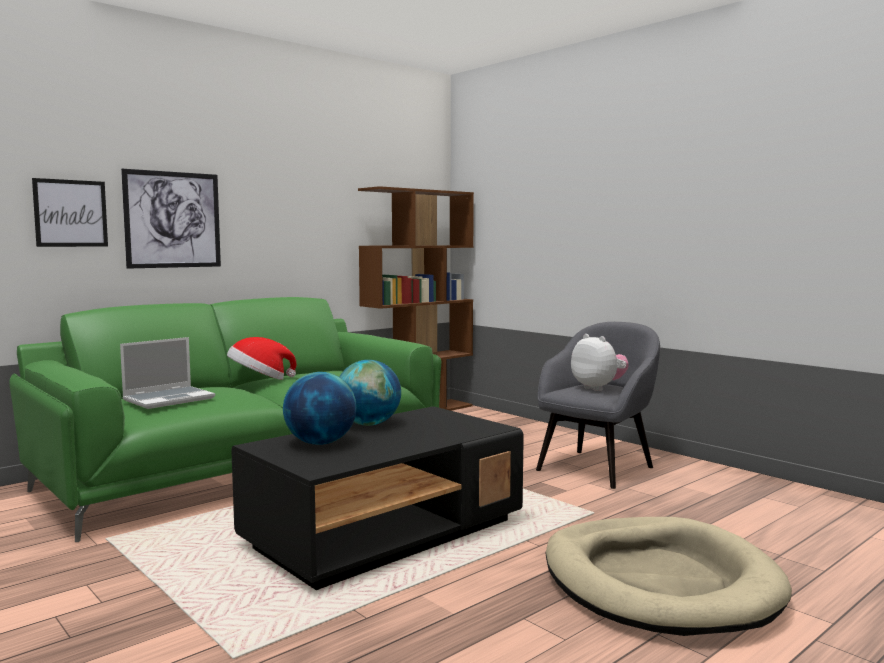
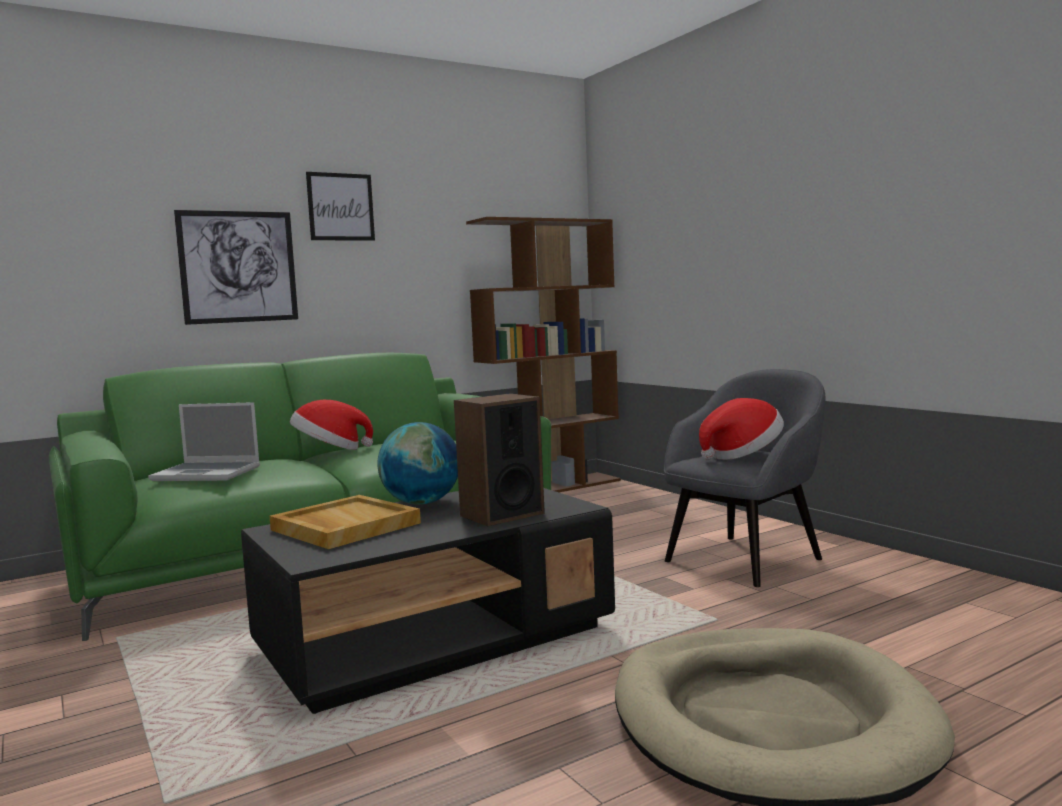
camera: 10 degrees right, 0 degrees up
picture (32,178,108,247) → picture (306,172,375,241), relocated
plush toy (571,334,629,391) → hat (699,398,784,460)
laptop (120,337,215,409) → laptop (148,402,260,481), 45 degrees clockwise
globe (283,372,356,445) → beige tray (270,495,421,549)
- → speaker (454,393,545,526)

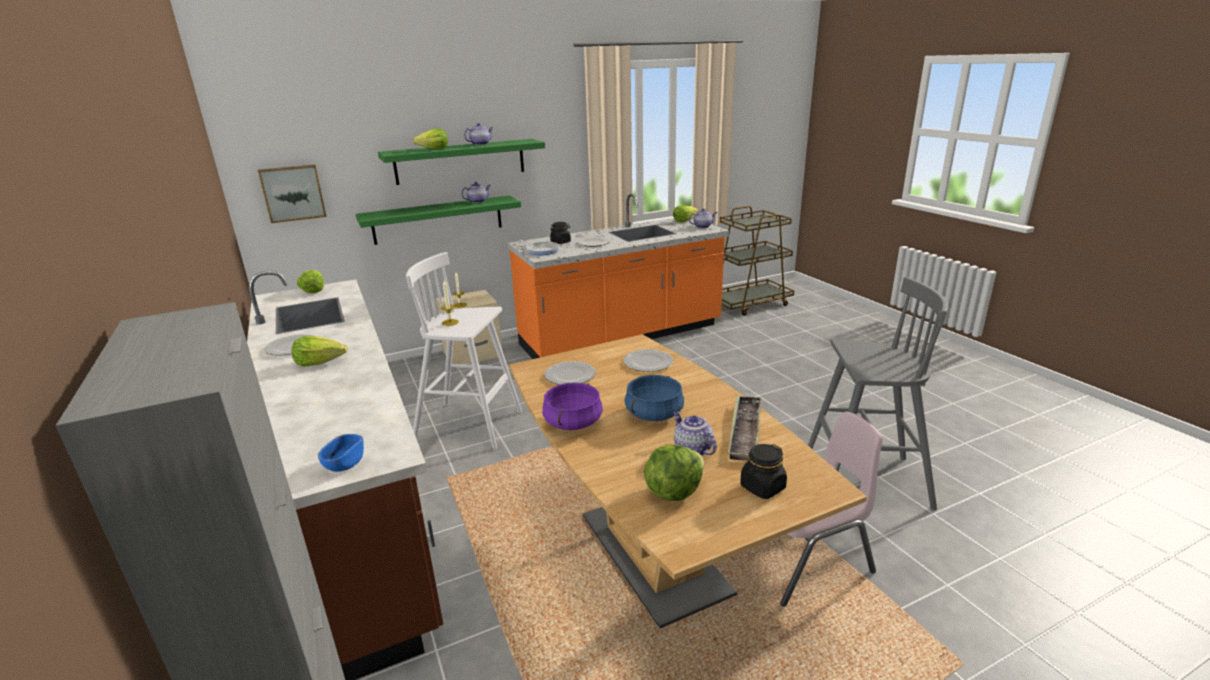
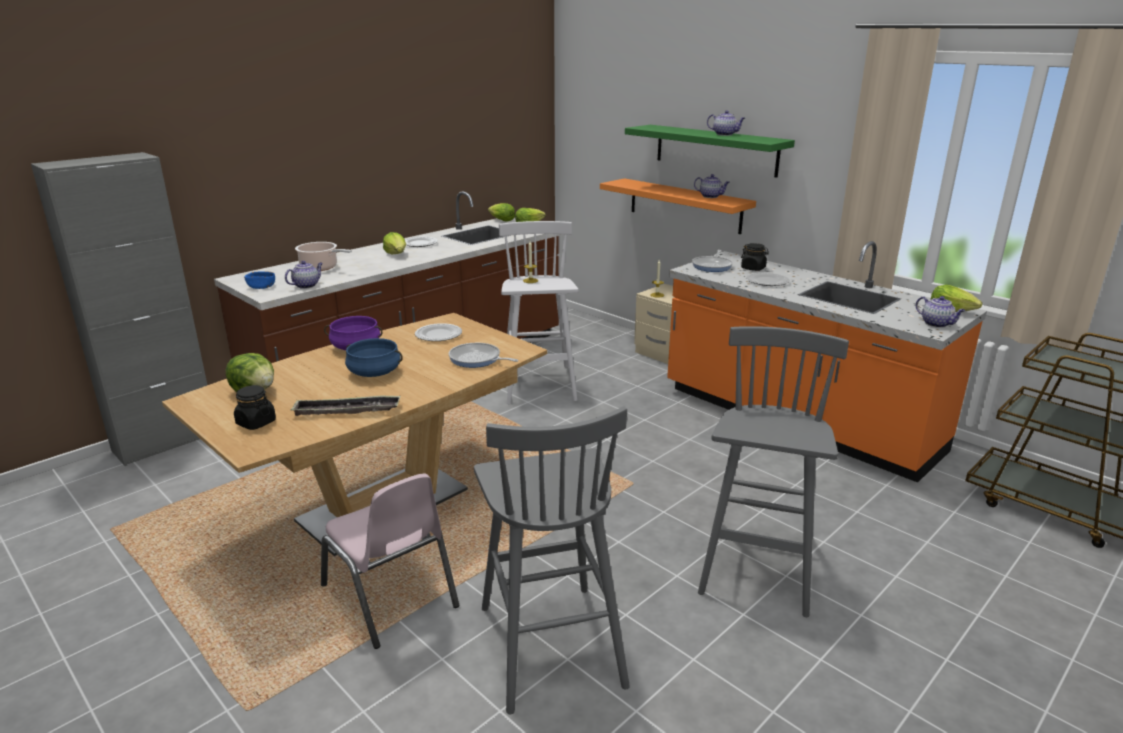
camera: 70 degrees right, 0 degrees up
lettuce (413,128,448,149) → lettuce (488,203,515,222), relocated
picture (258,165,327,223) → -
green shelf (356,196,521,245) → orange shelf (600,178,756,234)
plate (623,349,673,372) → frying pan (449,343,519,368)
teapot (673,411,717,455) → teapot (285,261,323,289), relocated
- → cooking pot (295,242,352,271)
- → grey stool (698,326,849,617)

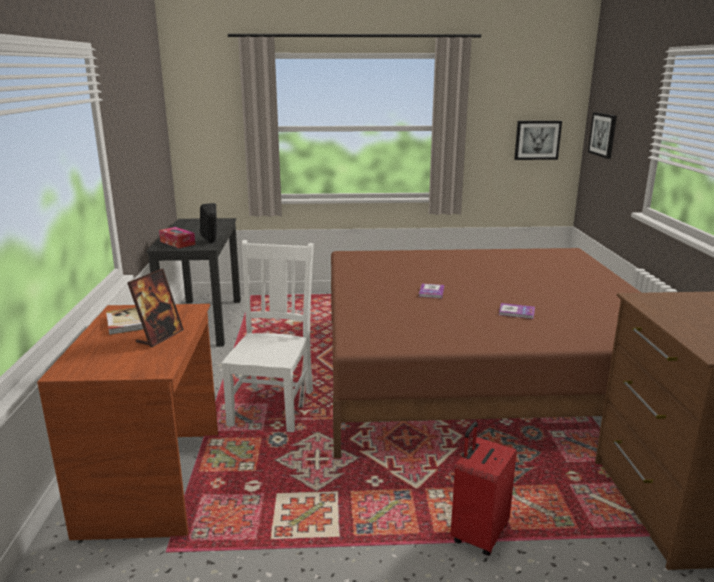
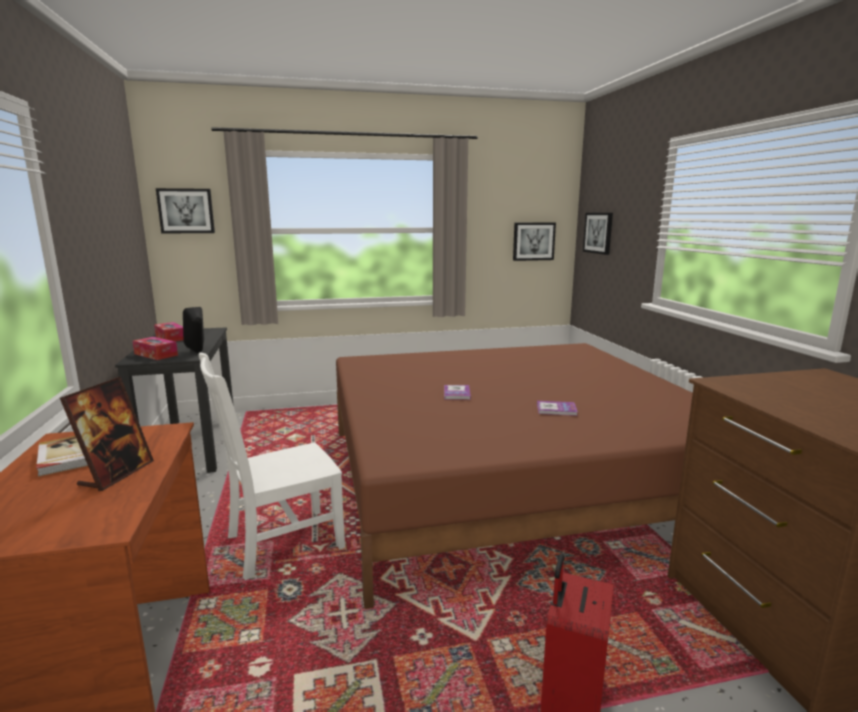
camera: 10 degrees left, 5 degrees down
white chair (221,240,314,432) → white chair (199,353,345,580), 120 degrees counterclockwise
- → picture (156,188,215,234)
- → tissue box (154,322,183,342)

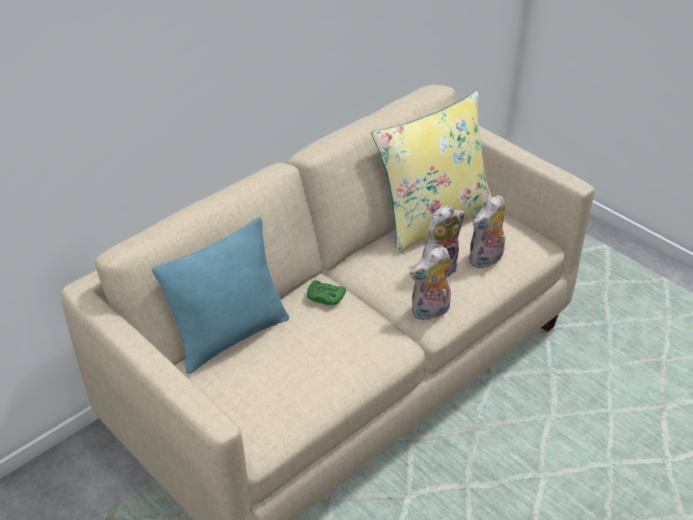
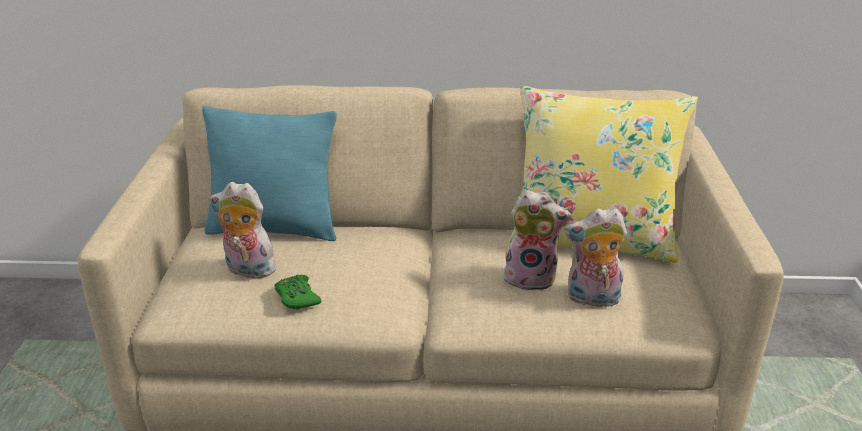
camera: 45 degrees right, 10 degrees down
plush toy (410,246,451,320) → plush toy (209,182,280,278), relocated
green game controller (307,280,346,305) → green game controller (274,275,322,310), relocated

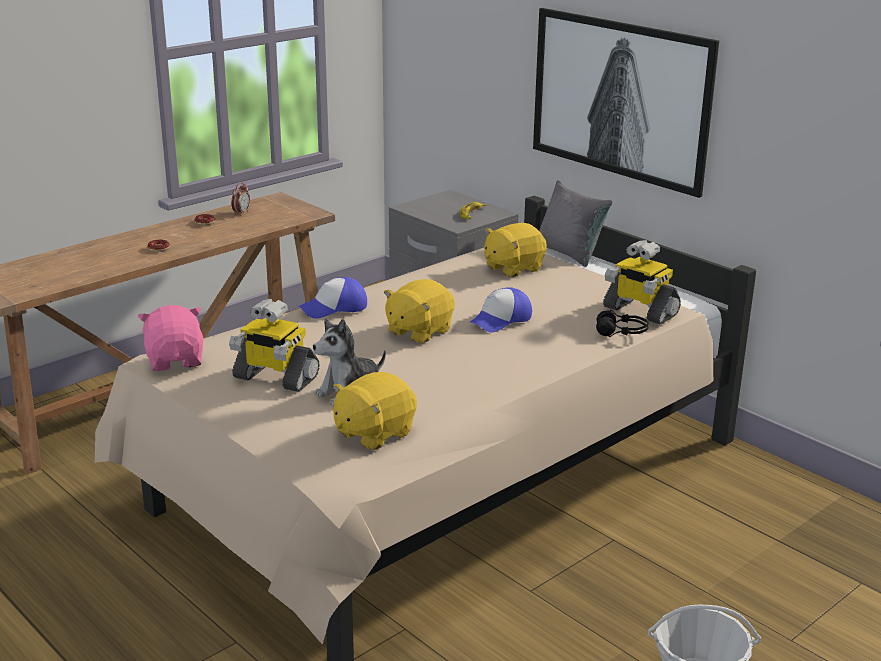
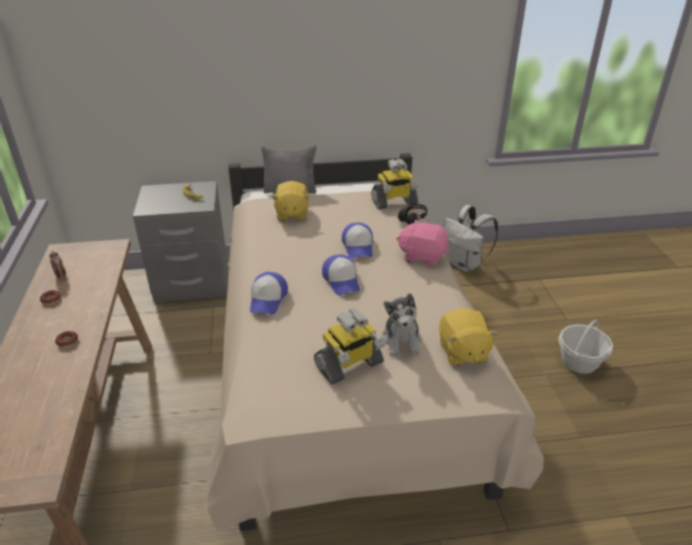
camera: 55 degrees left, 10 degrees up
picture (533,8,719,198) → -
yellow plush toy (384,279,455,344) → cap (322,254,360,295)
pink plush toy (138,305,203,371) → pink plush toy (396,219,449,266), relocated
- → white backpack (443,205,498,272)

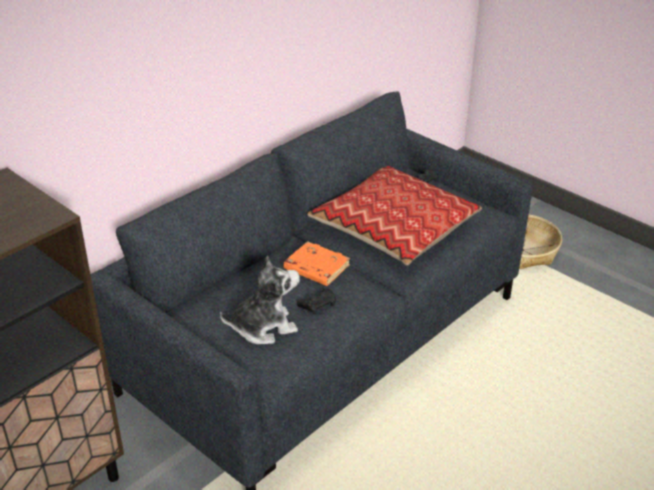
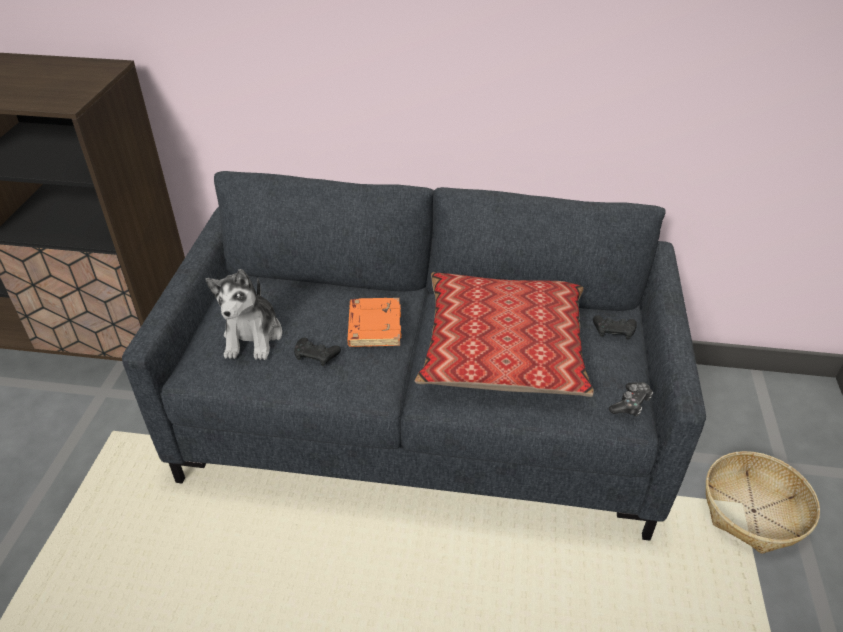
camera: 55 degrees right, 5 degrees up
plush toy (220,256,300,344) → plush toy (206,269,282,360), 60 degrees clockwise
- → game controller (609,382,653,416)

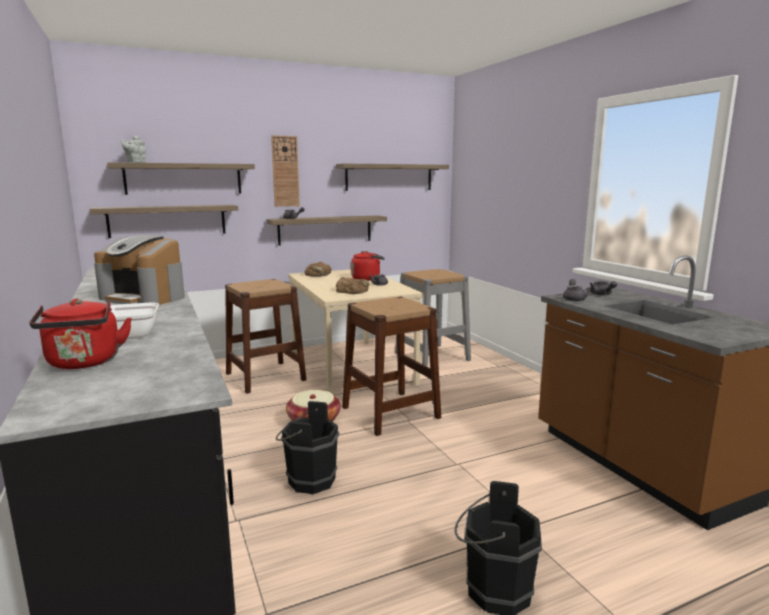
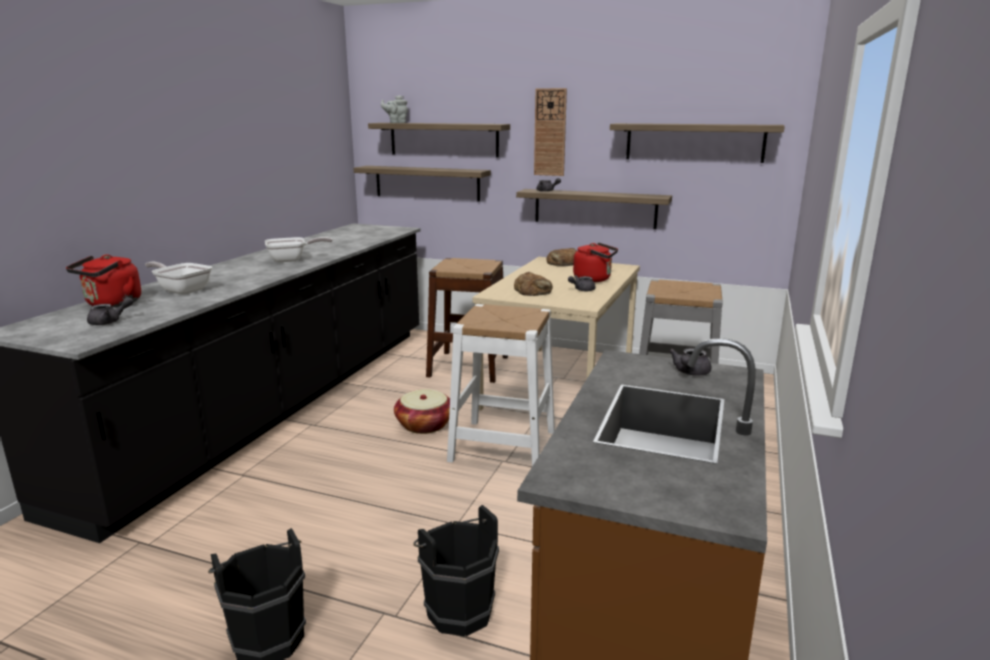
camera: 45 degrees right, 5 degrees up
coffee machine (94,235,185,305) → frying pan (265,237,332,262)
grey teapot (563,279,591,301) → grey teapot (87,297,134,325), relocated
brown stool (342,297,441,436) → white stool (447,304,555,466)
black bucket (276,401,339,494) → black bucket (414,505,499,636), relocated

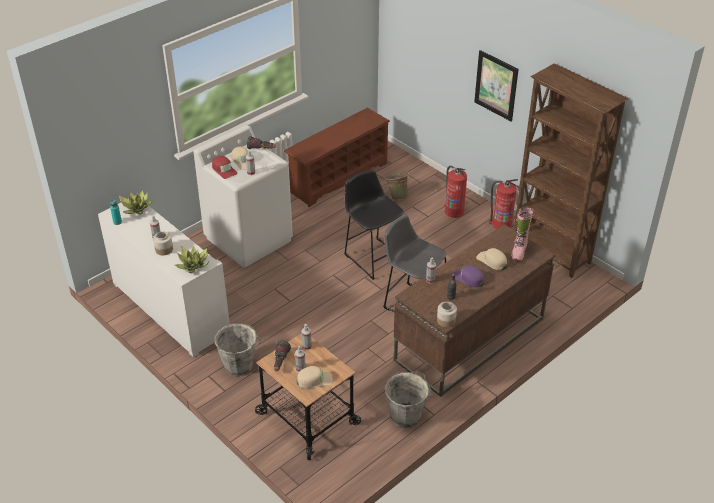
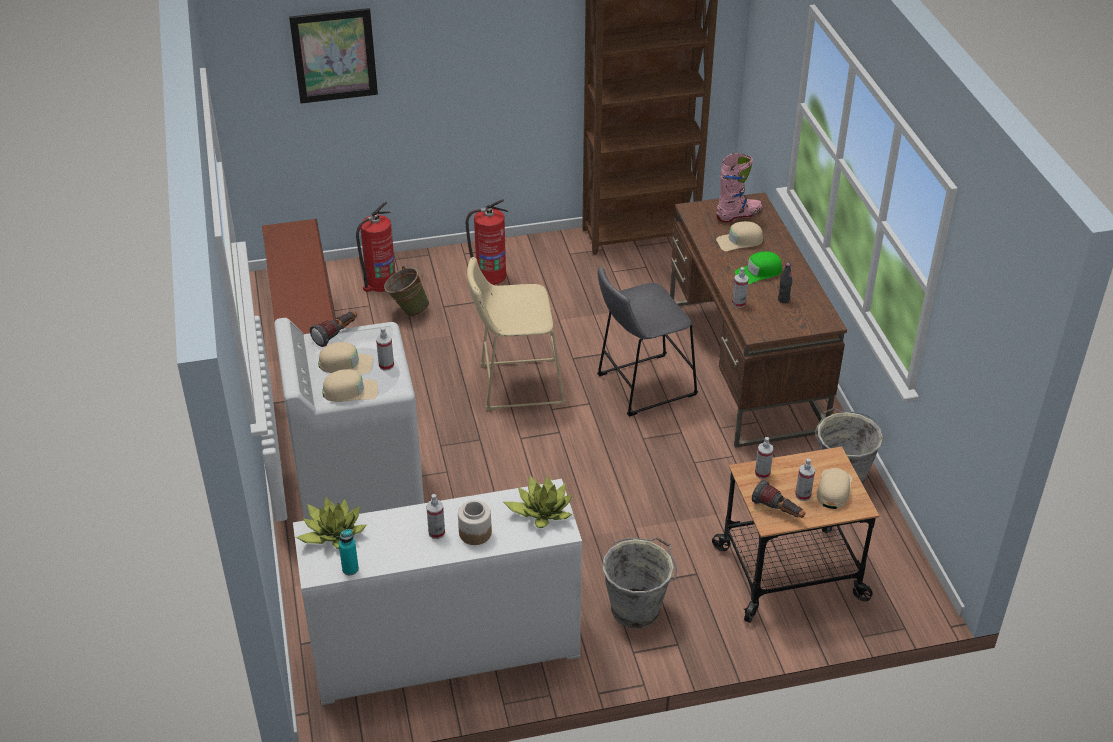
camera: 60 degrees left, 0 degrees up
picture (474,50,519,122) → picture (289,8,378,103), relocated
red cap (212,156,237,179) → beige cap (322,369,378,402)
black stool (344,169,404,280) → beige stool (467,257,566,410)
fire extinguisher (489,179,519,229) → fire extinguisher (356,201,395,292), relocated
pink boot (511,207,533,262) → pink boot (717,153,762,222), 75 degrees counterclockwise
purple cap (453,265,484,287) → green cap (735,251,782,284)
jar (437,302,457,327) → -

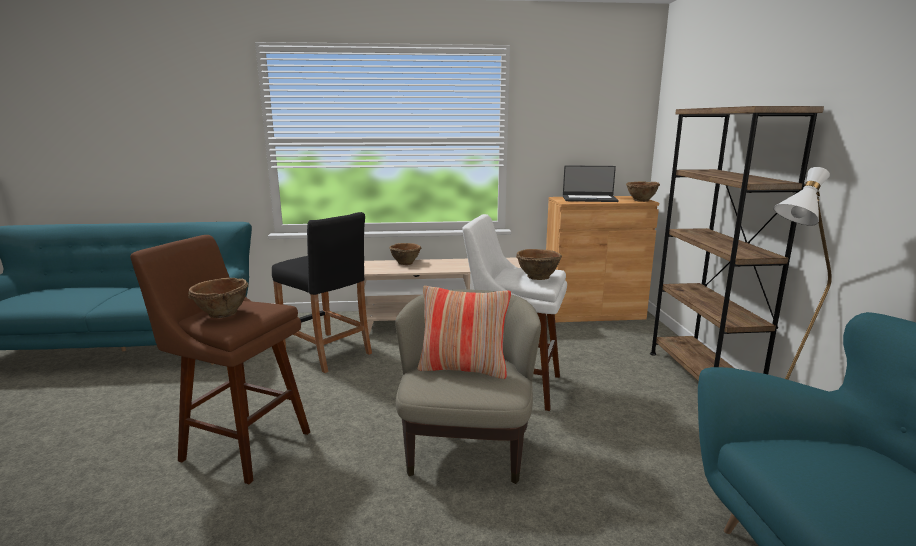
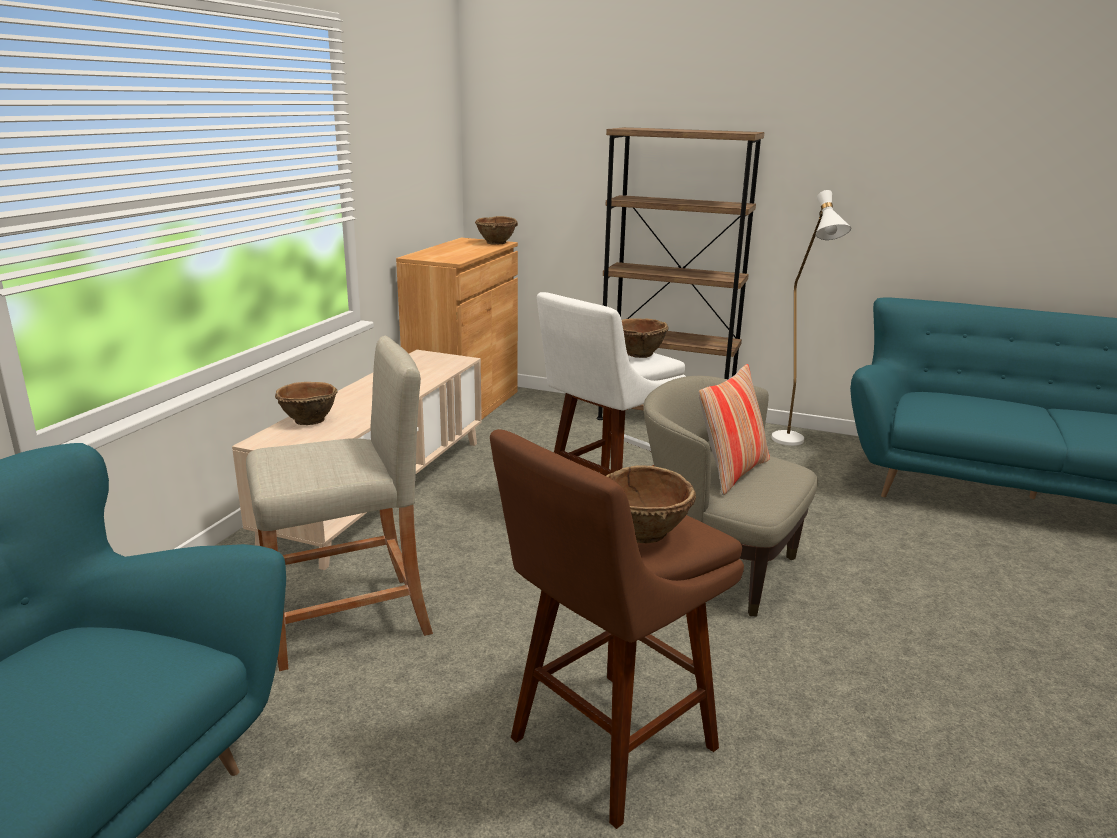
camera: 65 degrees left, 5 degrees up
laptop (563,165,619,202) → -
black stool (272,212,372,373) → beige stool (246,335,433,671)

